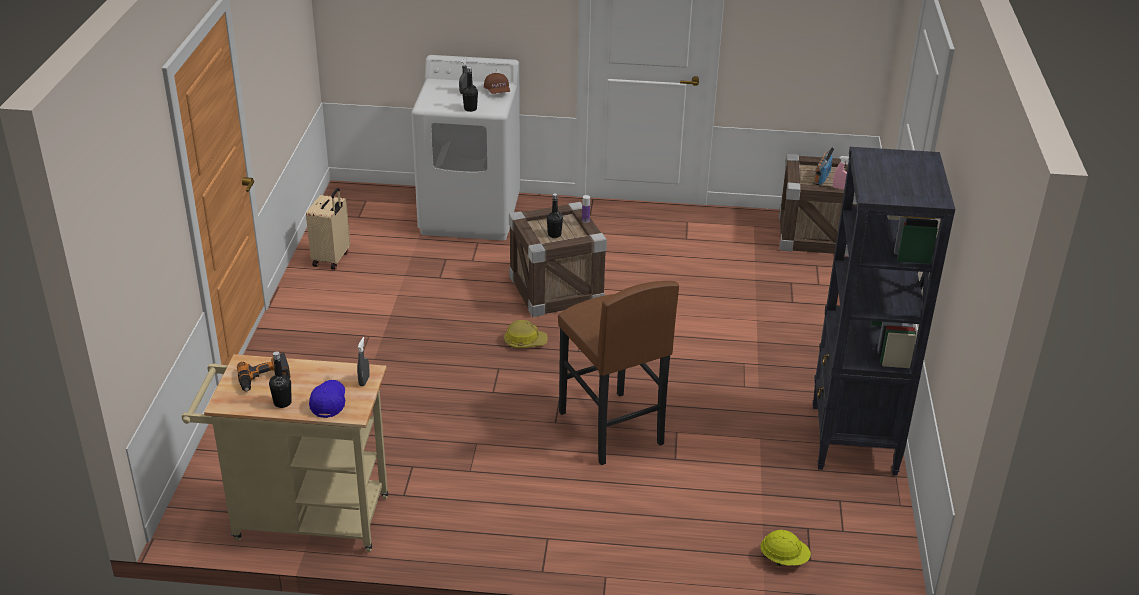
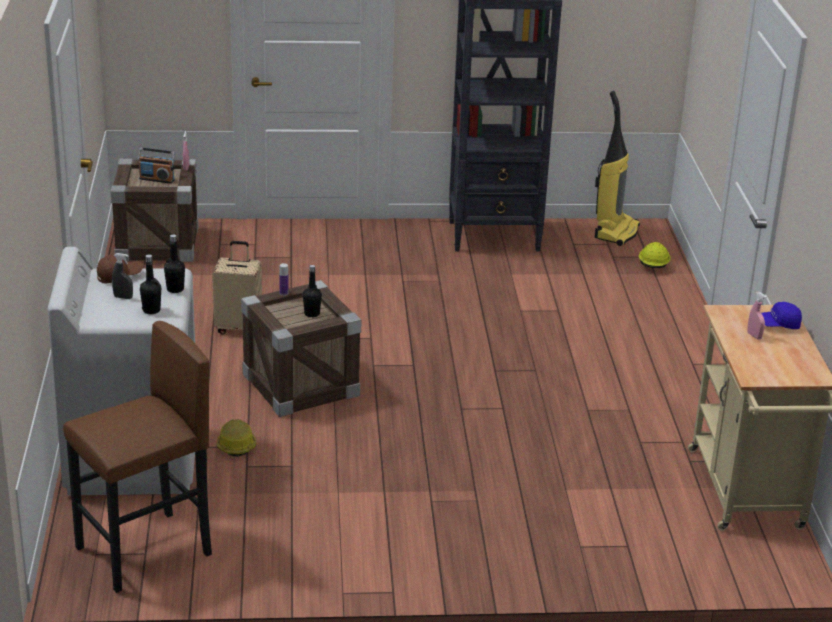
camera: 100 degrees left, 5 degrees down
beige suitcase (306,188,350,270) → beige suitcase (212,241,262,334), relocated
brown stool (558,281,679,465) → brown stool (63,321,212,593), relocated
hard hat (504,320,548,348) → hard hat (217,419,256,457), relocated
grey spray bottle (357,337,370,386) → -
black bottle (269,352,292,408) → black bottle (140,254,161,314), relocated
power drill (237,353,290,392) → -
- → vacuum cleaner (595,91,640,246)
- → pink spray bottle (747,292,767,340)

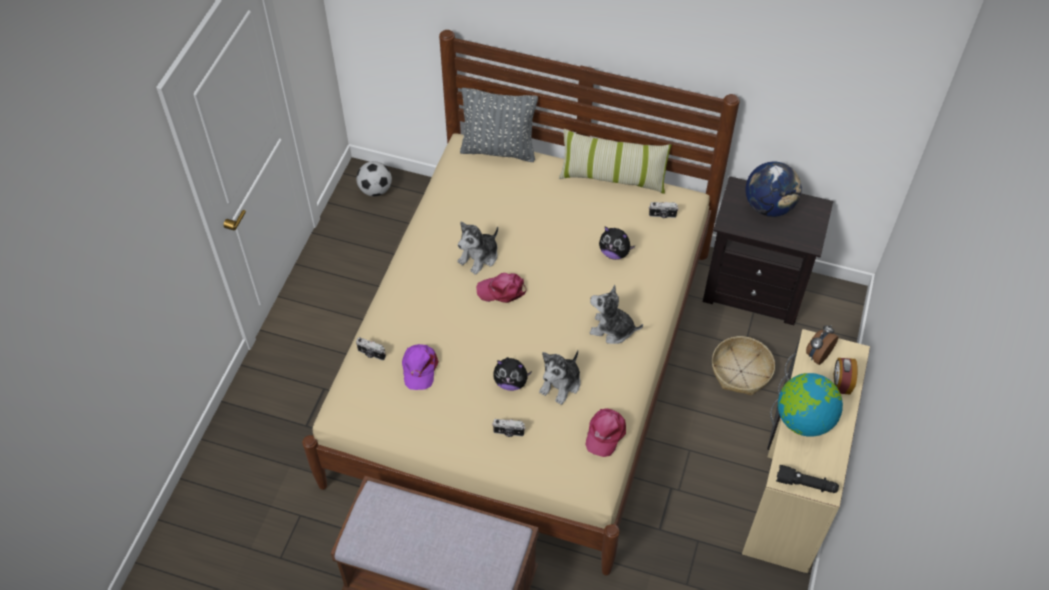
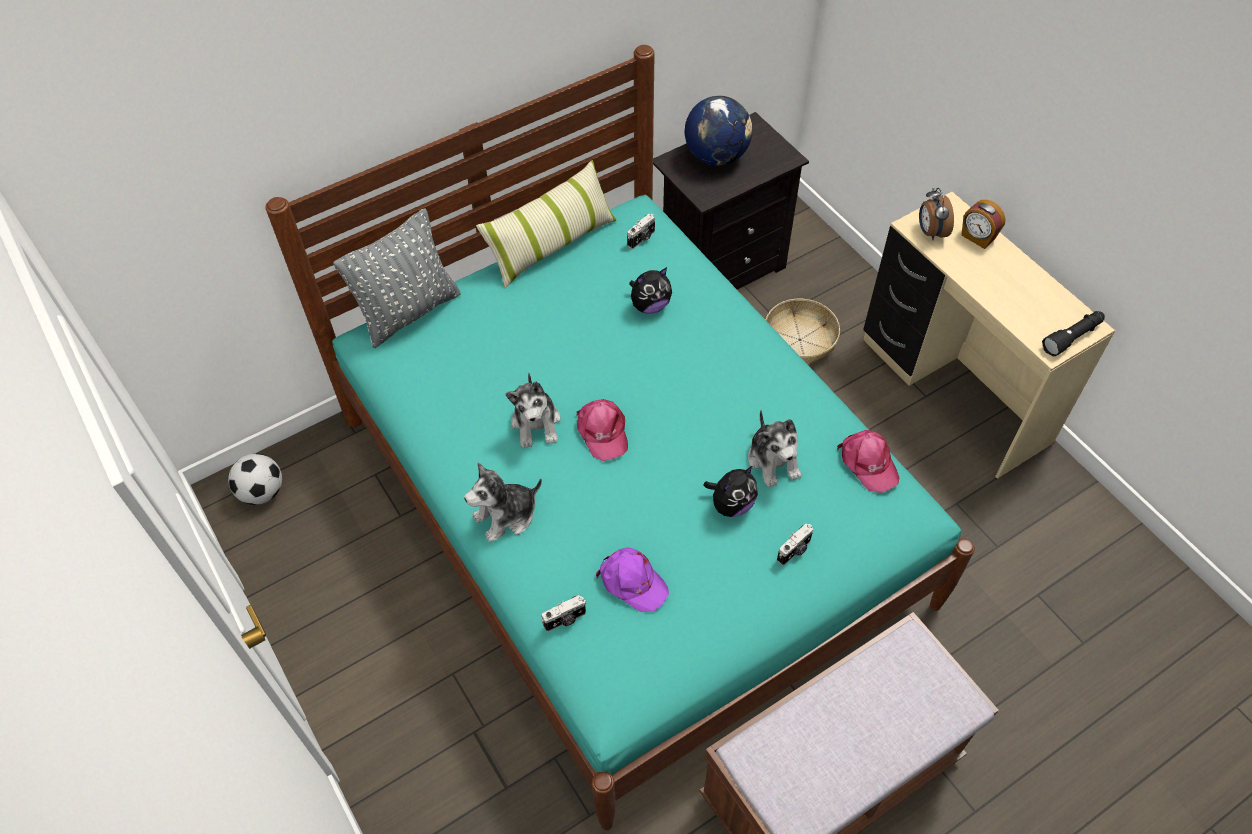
camera: 50 degrees left, 0 degrees up
beige bed (302,30,740,576) → turquoise bed (265,45,975,830)
pink cap (476,273,526,303) → pink cap (576,399,628,461), 60 degrees counterclockwise
plush toy (590,285,643,344) → plush toy (464,462,542,543), relocated
globe (778,373,843,437) → -

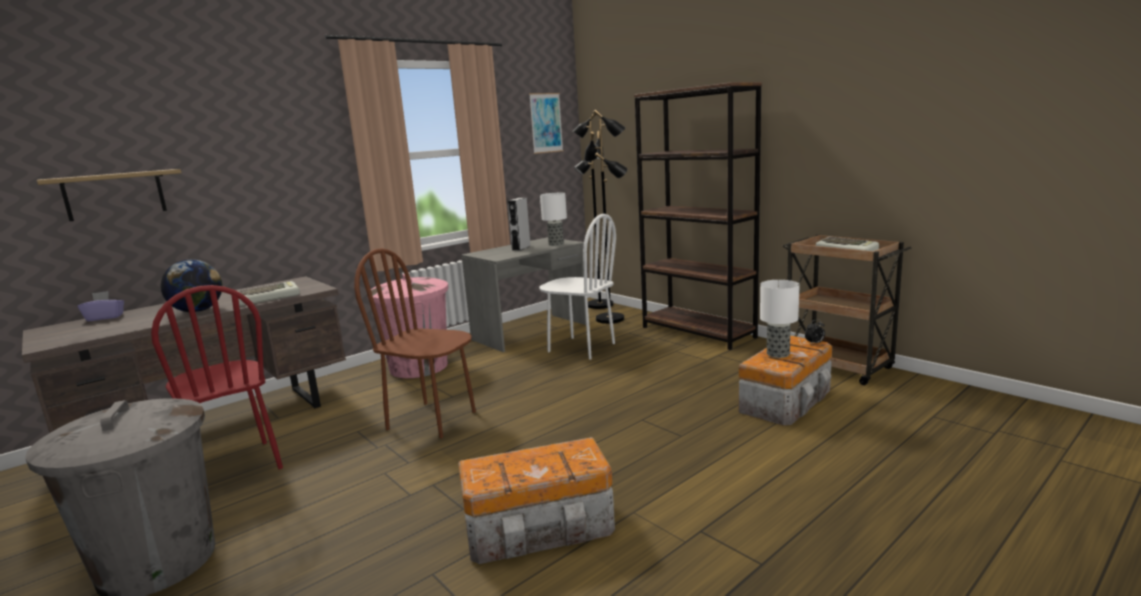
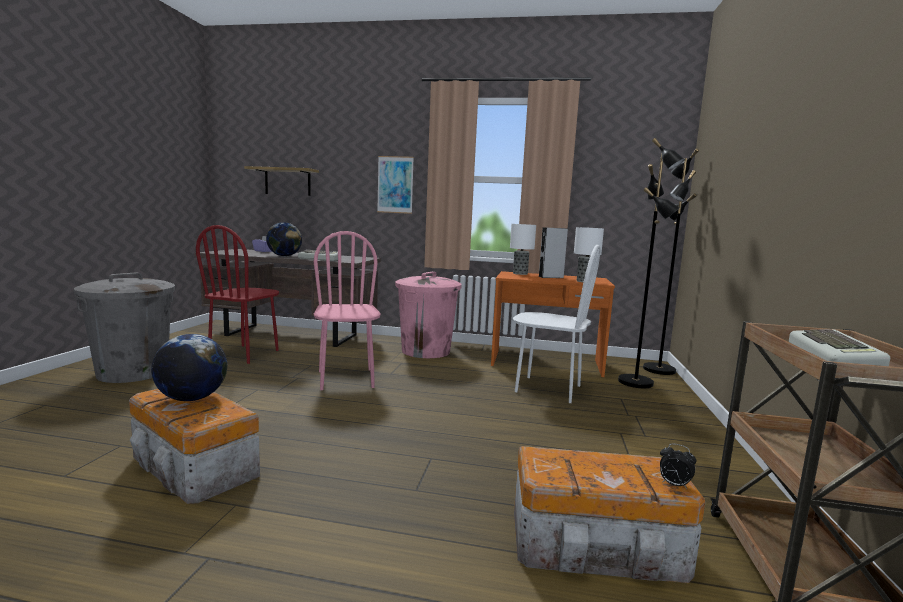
camera: 50 degrees right, 5 degrees down
brown bookcase (634,82,762,350) → -
picture (529,93,563,154) → picture (377,156,414,214), relocated
white chair (539,214,616,360) → white chair (512,245,600,403), 60 degrees counterclockwise
grey desk (461,237,586,352) → orange desk (491,271,615,377)
brown chair (354,248,476,438) → pink chair (314,231,381,390)
table lamp (760,280,800,358) → table lamp (510,224,536,275), relocated
- → globe (151,334,227,401)

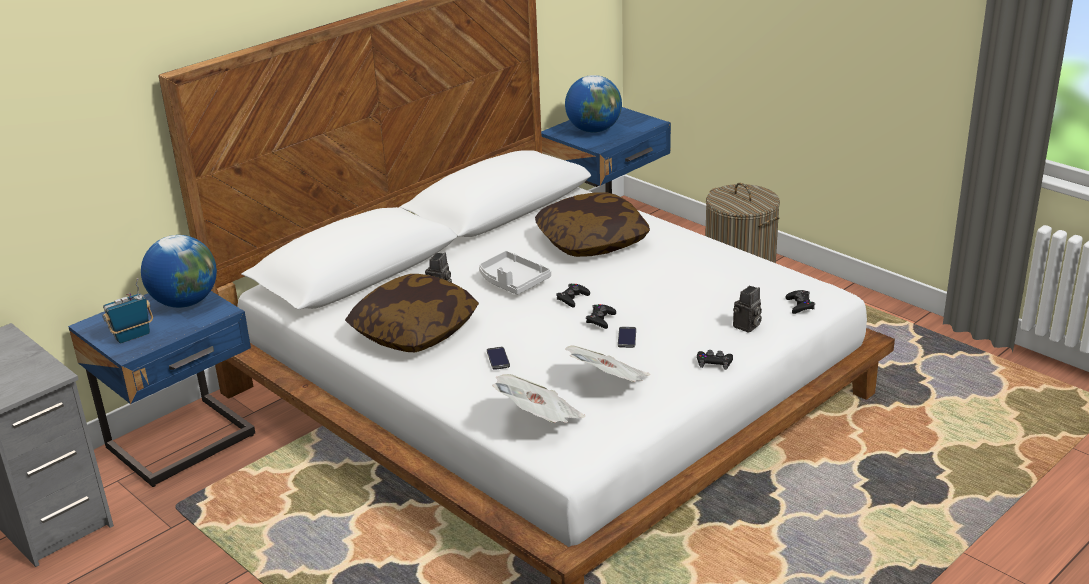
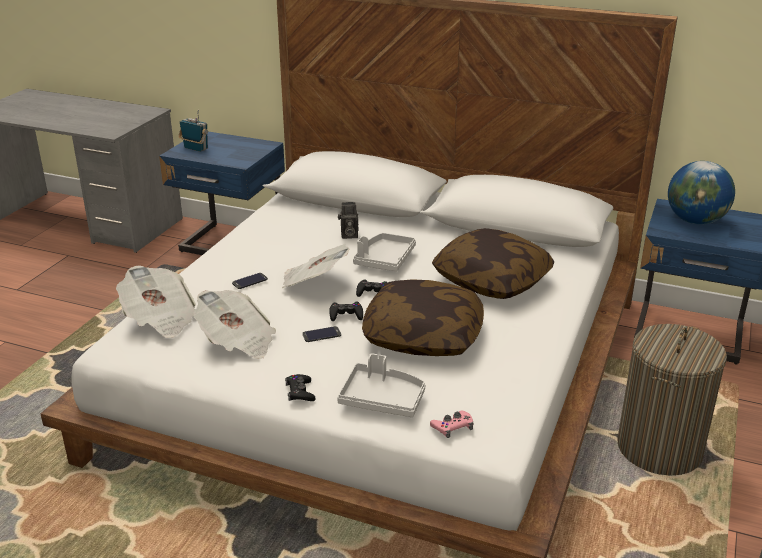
camera: 65 degrees right, 0 degrees up
globe (141,235,217,308) → -
pillow (345,274,479,352) → pillow (362,279,484,356), relocated
photo camera (733,286,762,333) → grey tray (337,353,426,417)
black game controller (786,290,815,314) → pink game controller (430,411,474,438)
- → newspaper (282,244,349,288)

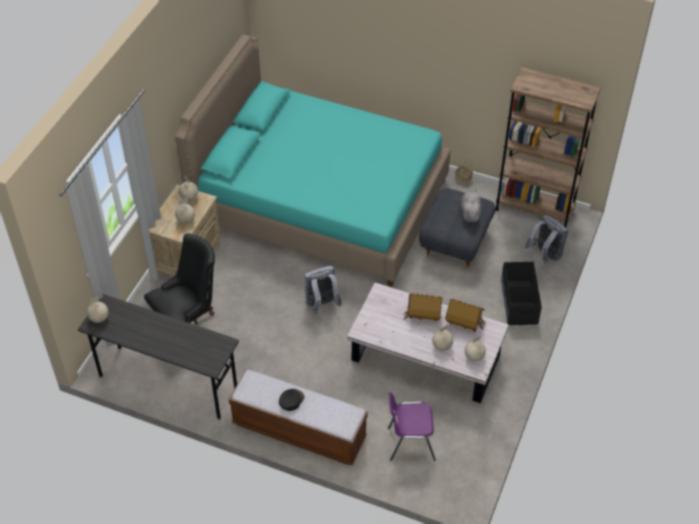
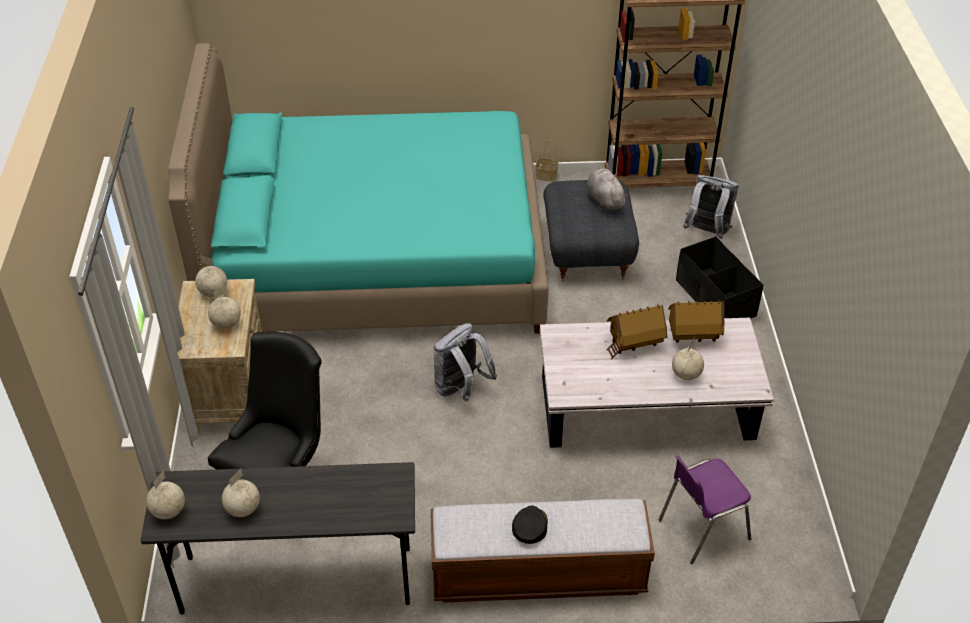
camera: 25 degrees left, 5 degrees down
globe (465,336,486,361) → globe (222,468,260,517), relocated

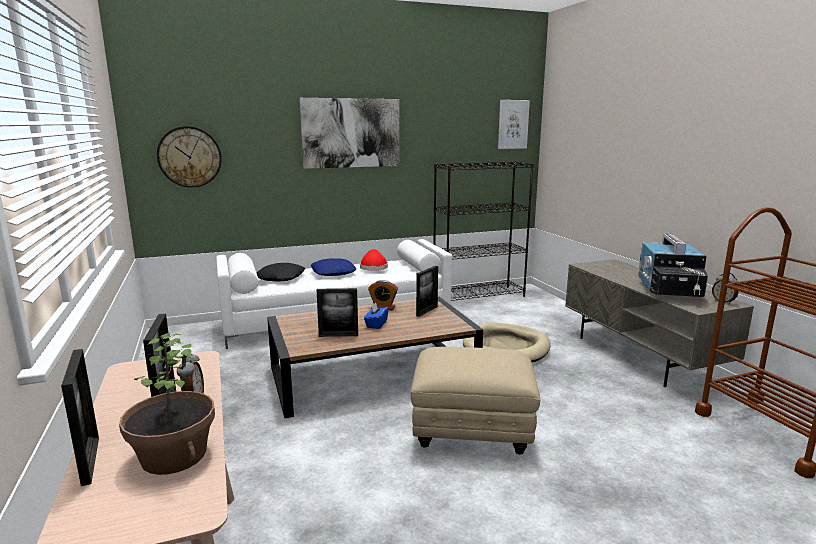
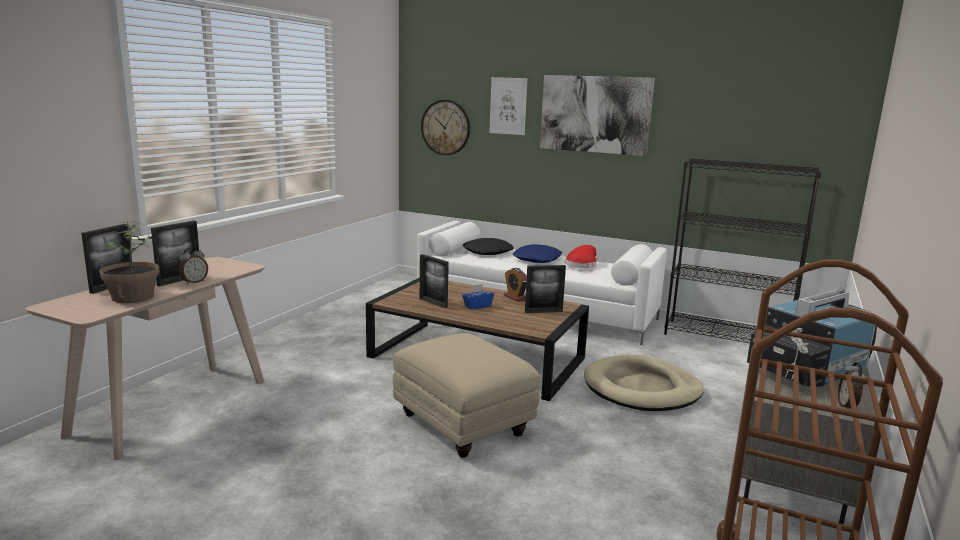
camera: 45 degrees right, 0 degrees up
picture (498,100,530,149) → picture (489,77,528,135), relocated

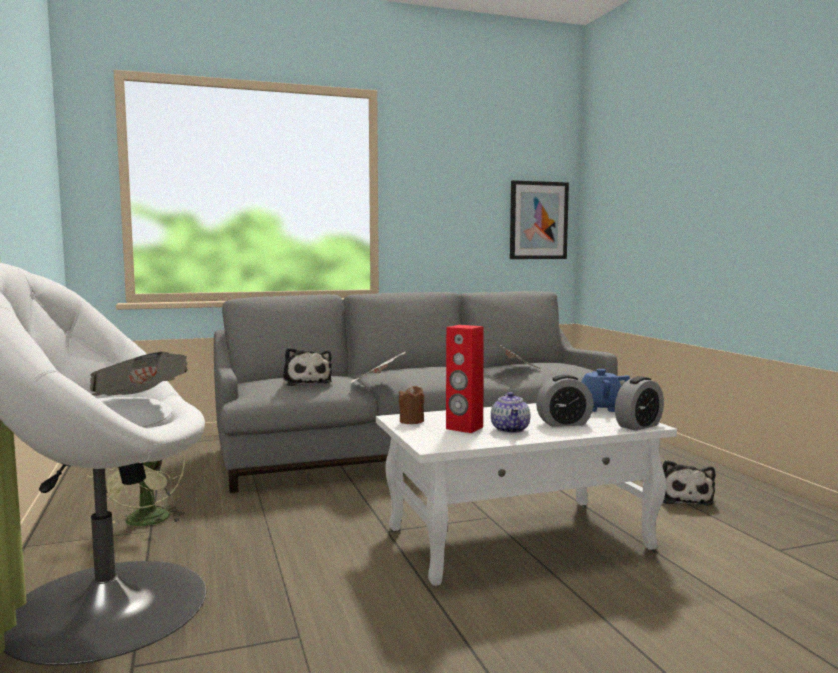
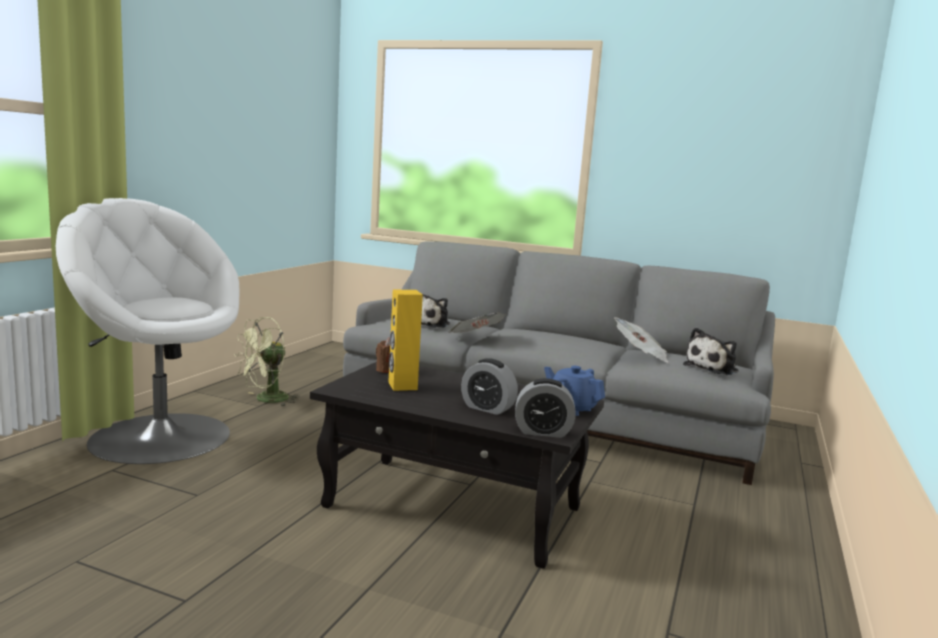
camera: 40 degrees right, 5 degrees up
picture (510,180,569,259) → -
red speaker (446,325,484,433) → yellow speaker (388,290,423,391)
newspaper (90,352,188,396) → -
teapot (491,392,530,433) → -
white coffee table (376,403,677,586) → black coffee table (310,362,604,569)
plush toy (663,460,715,506) → plush toy (683,328,739,375), relocated

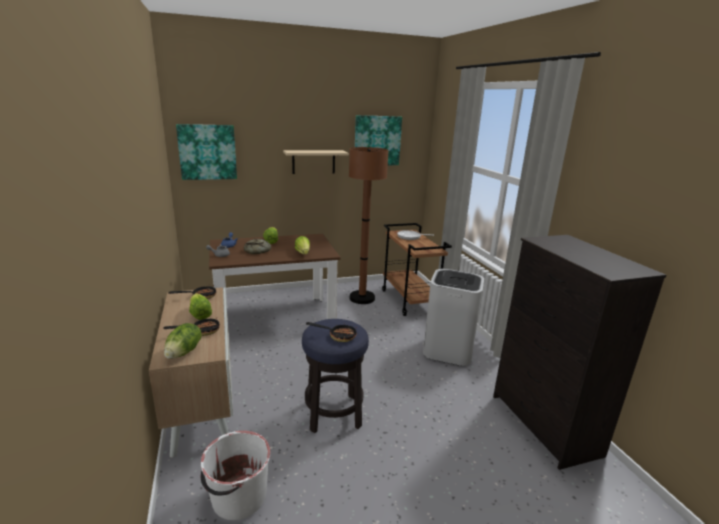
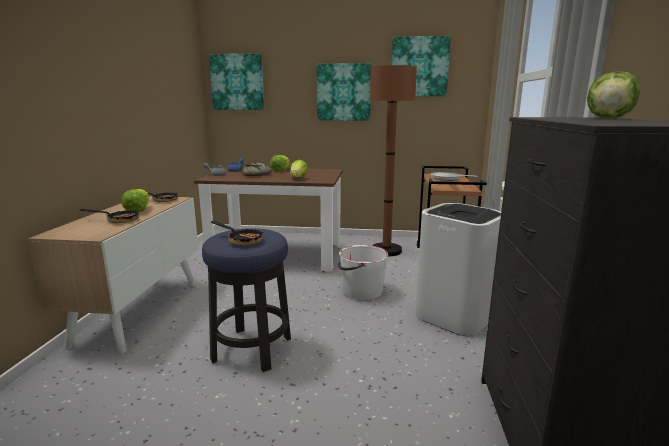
camera: 25 degrees right, 5 degrees down
beige shelf (283,150,349,174) → picture (317,63,372,121)
lettuce (164,323,202,359) → lettuce (587,71,640,119), relocated
white bucket (201,431,270,520) → white bucket (338,245,388,300), relocated

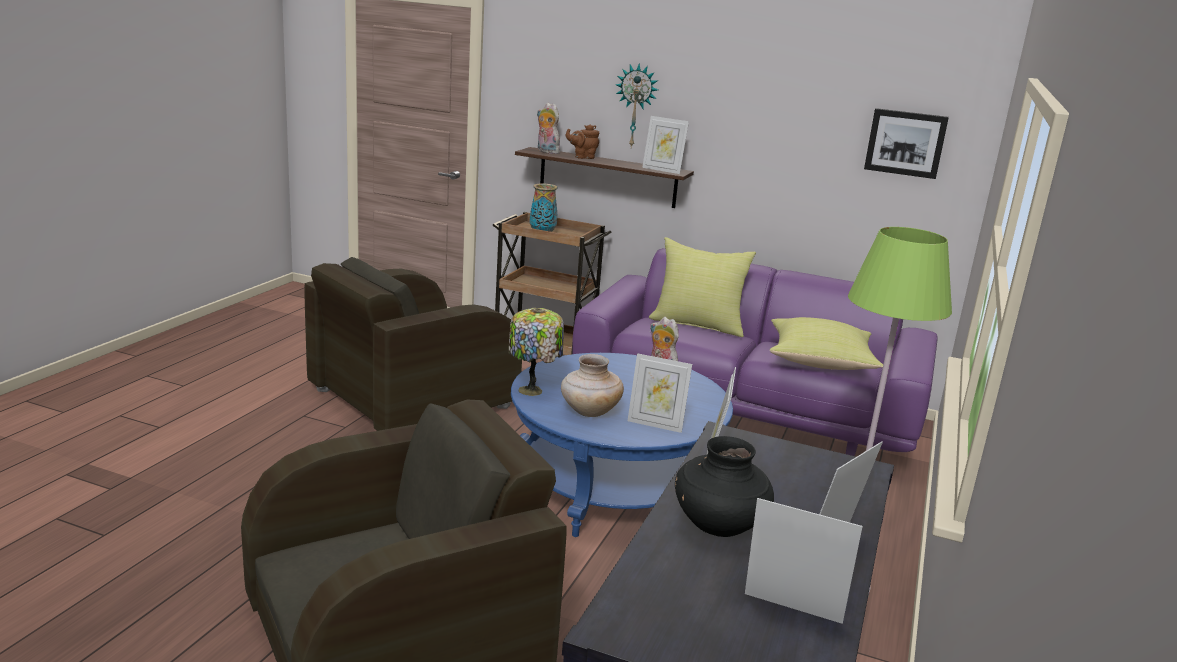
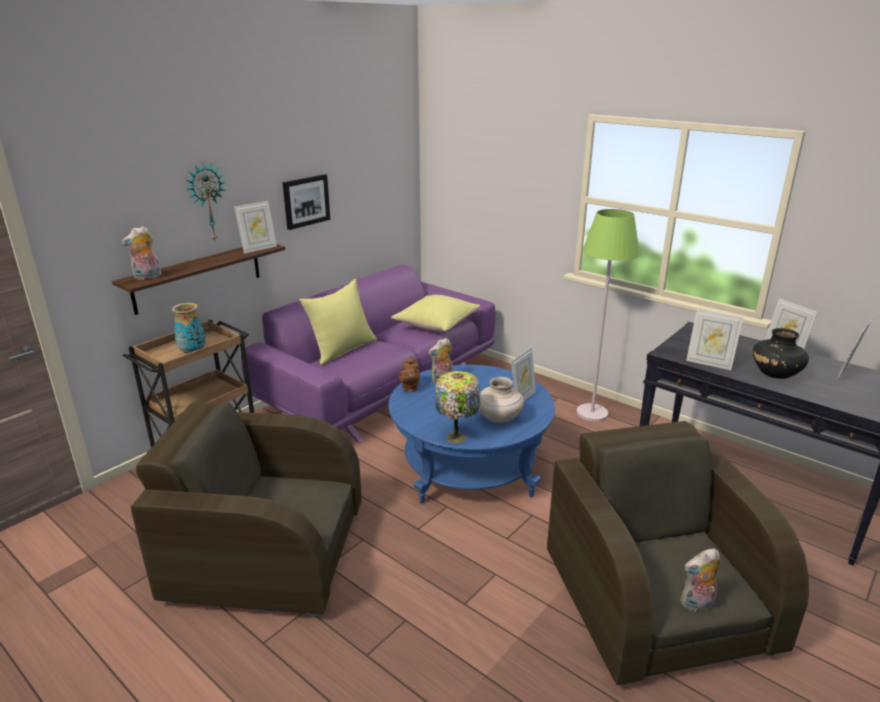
camera: 70 degrees left, 5 degrees up
picture (864,108,949,179) → picture (283,174,330,230), relocated
brown teapot (566,125,599,159) → brown teapot (398,357,420,392), relocated
brown armchair (304,257,522,431) → brown armchair (131,401,362,617), 120 degrees clockwise
- → plush toy (680,548,720,611)

